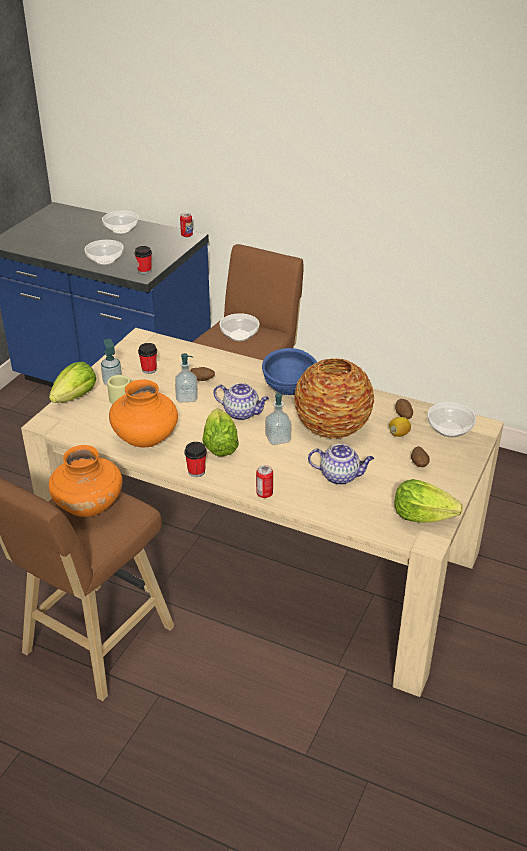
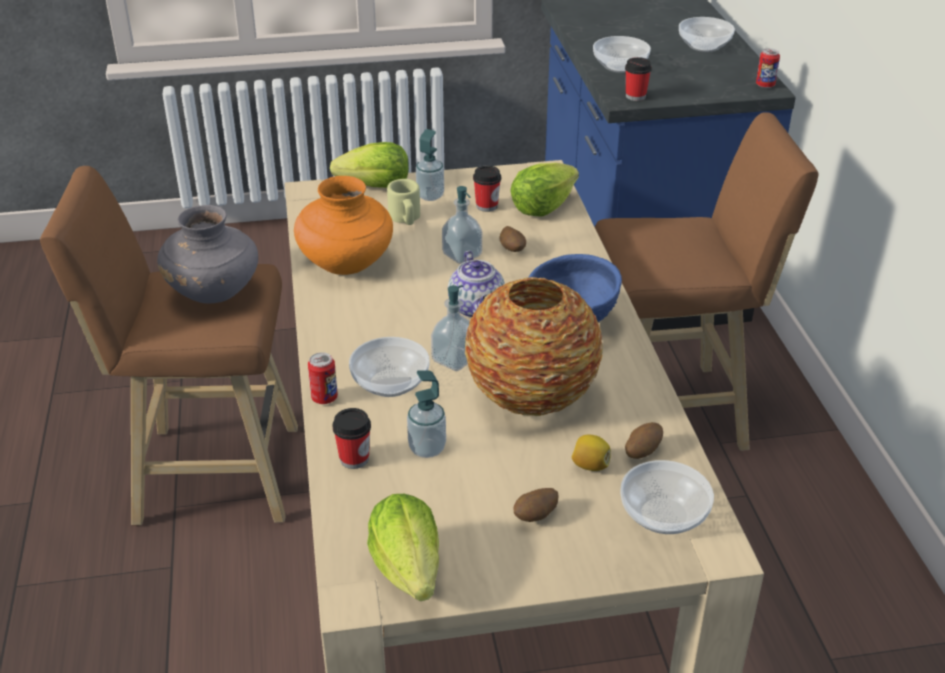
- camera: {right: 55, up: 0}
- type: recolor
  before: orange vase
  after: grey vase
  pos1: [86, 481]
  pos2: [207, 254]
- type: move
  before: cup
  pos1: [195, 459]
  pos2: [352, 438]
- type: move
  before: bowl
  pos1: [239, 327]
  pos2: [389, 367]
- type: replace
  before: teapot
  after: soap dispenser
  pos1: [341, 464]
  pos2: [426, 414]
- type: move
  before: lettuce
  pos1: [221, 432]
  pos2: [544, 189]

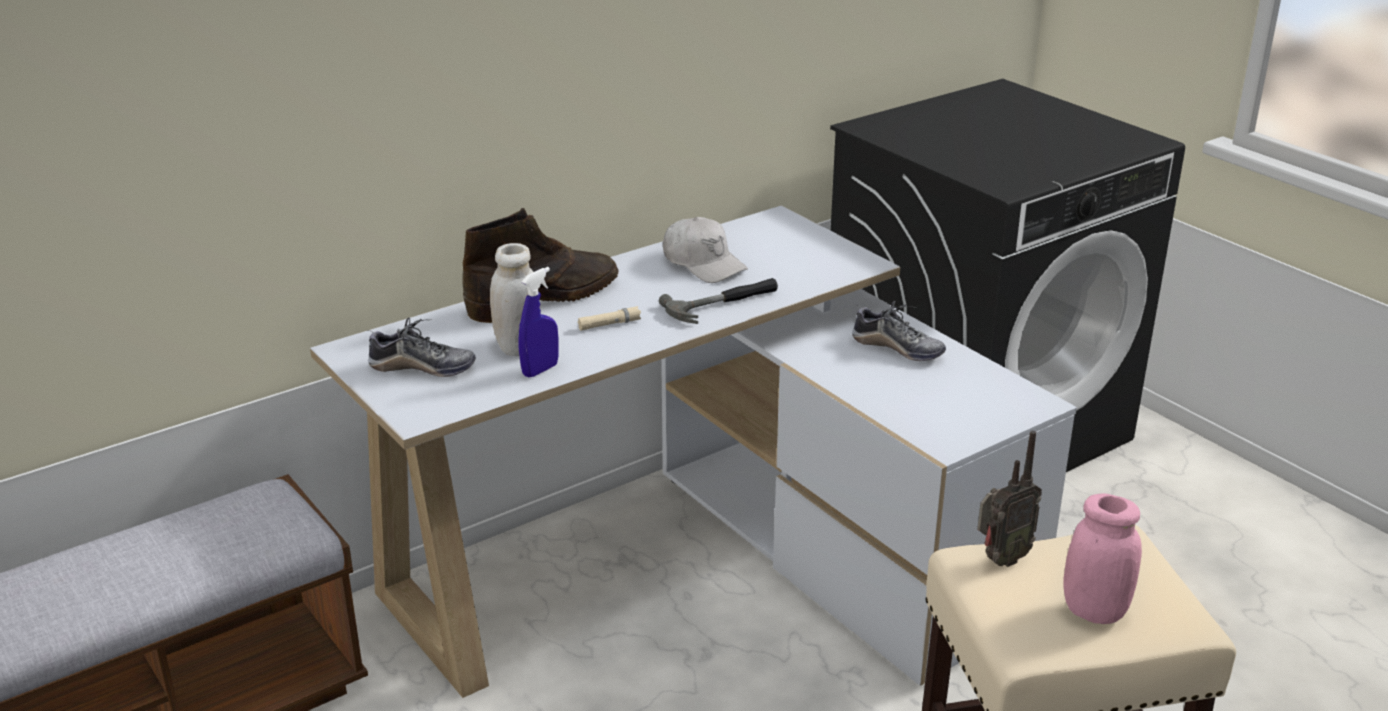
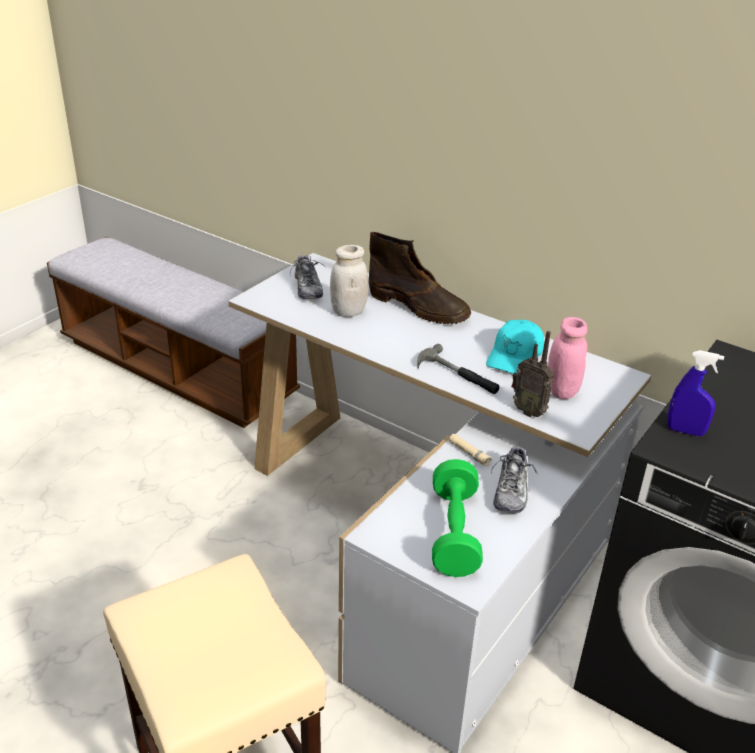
- camera: {right: 70, up: 5}
- type: insert
  after: green dumbbell
  pos2: [457, 518]
- type: move
  before: beige flashlight
  pos1: [609, 318]
  pos2: [470, 450]
- type: recolor
  before: white cap
  after: turquoise cap
  pos1: [705, 250]
  pos2: [515, 347]
- type: move
  before: radio
  pos1: [1009, 499]
  pos2: [532, 374]
- type: move
  before: pink jar
  pos1: [1103, 559]
  pos2: [567, 358]
- type: move
  before: blue spray bottle
  pos1: [539, 322]
  pos2: [696, 393]

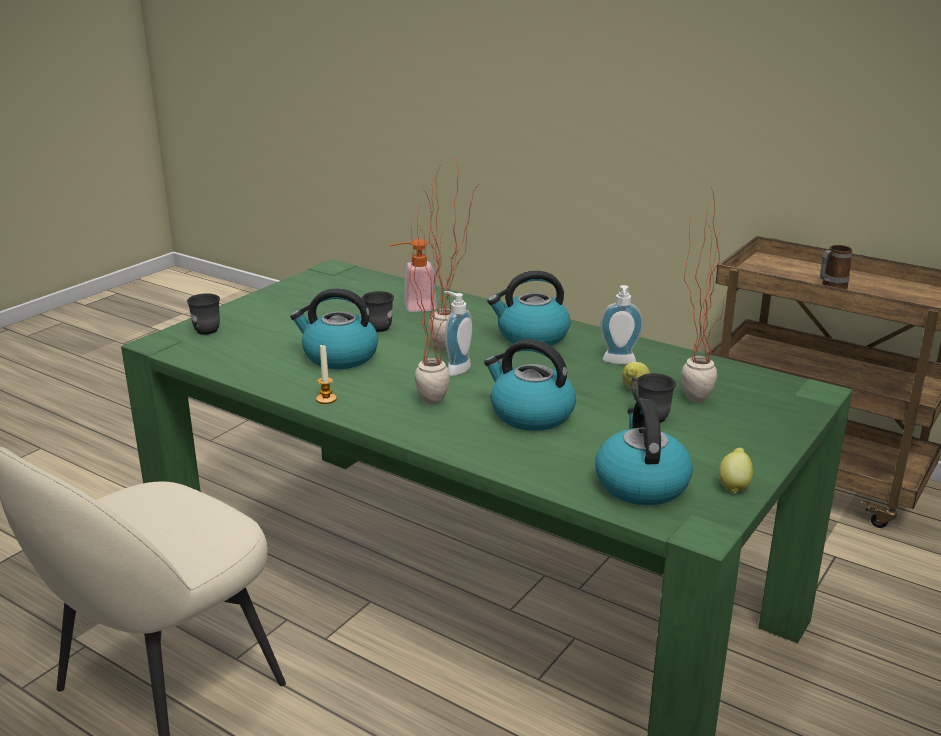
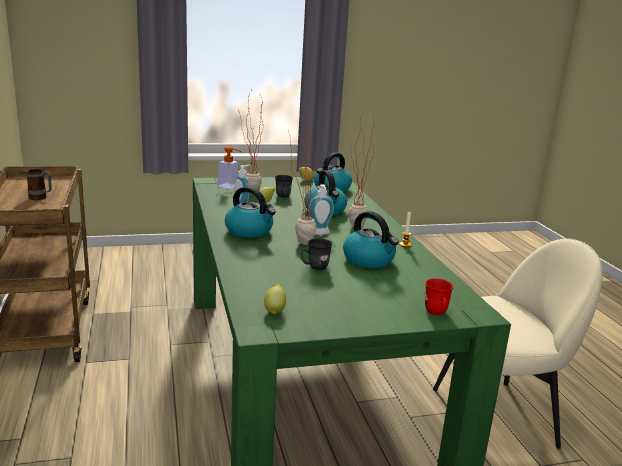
- camera: {right: -140, up: -5}
- type: move
  before: soap dispenser
  pos1: [413, 275]
  pos2: [229, 167]
- type: insert
  after: lemon
  pos2: [275, 299]
- type: recolor
  before: grey mug
  after: red mug
  pos1: [203, 314]
  pos2: [439, 297]

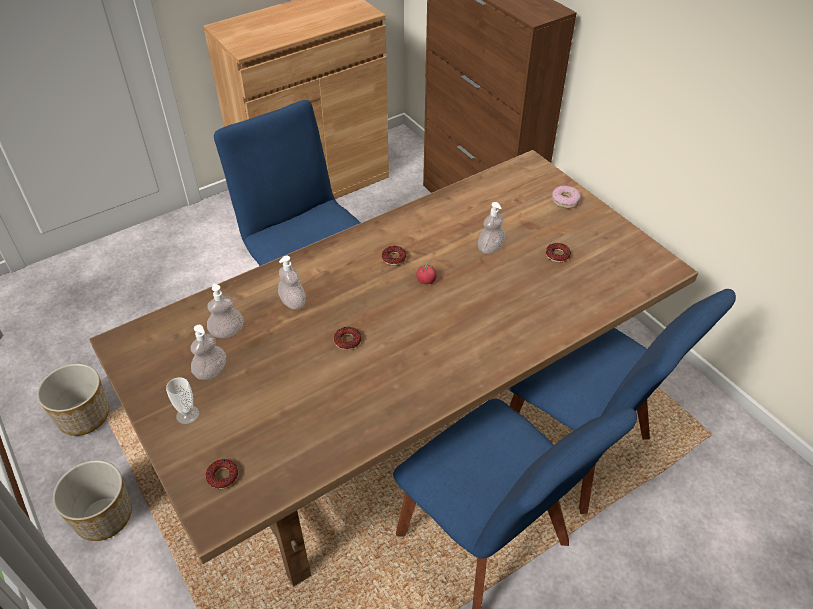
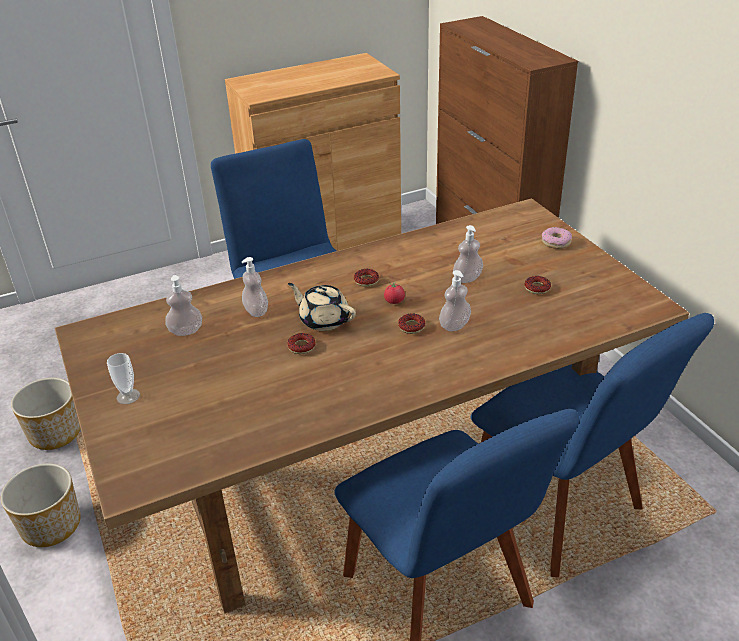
- camera: {right: 10, up: -10}
- type: insert
  after: beige teapot
  pos2: [322, 307]
- type: move
  before: donut
  pos1: [222, 474]
  pos2: [412, 323]
- type: move
  before: soap dispenser
  pos1: [208, 352]
  pos2: [455, 300]

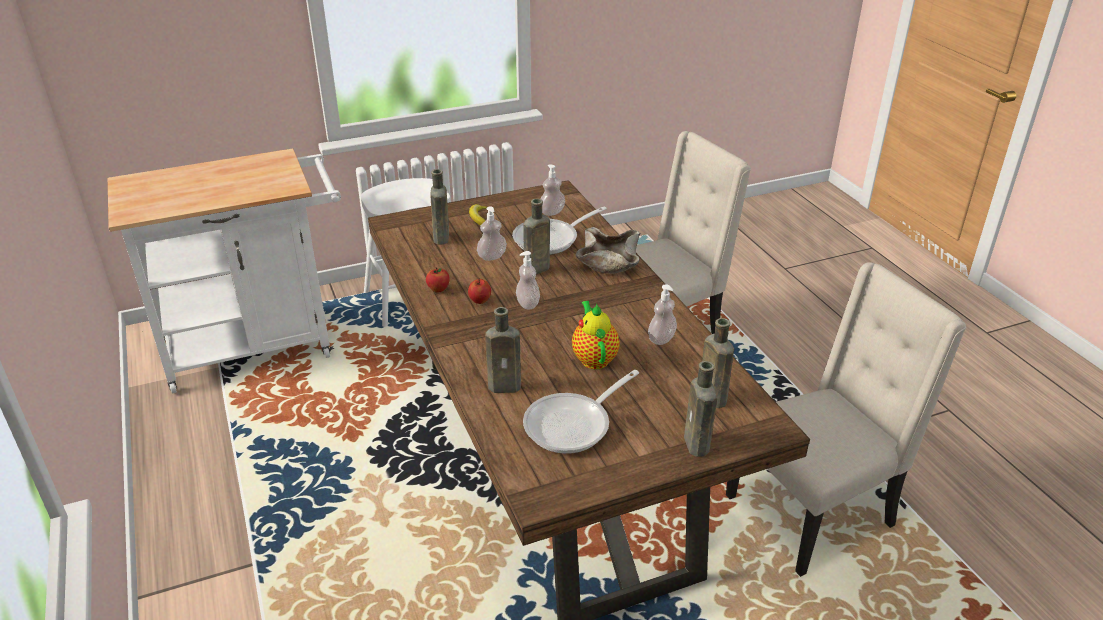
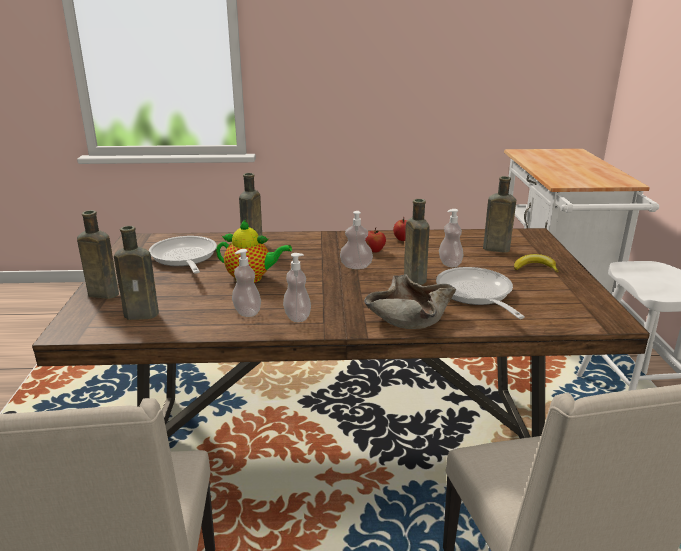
- camera: {right: 110, up: -10}
- type: move
  before: soap dispenser
  pos1: [552, 190]
  pos2: [297, 287]

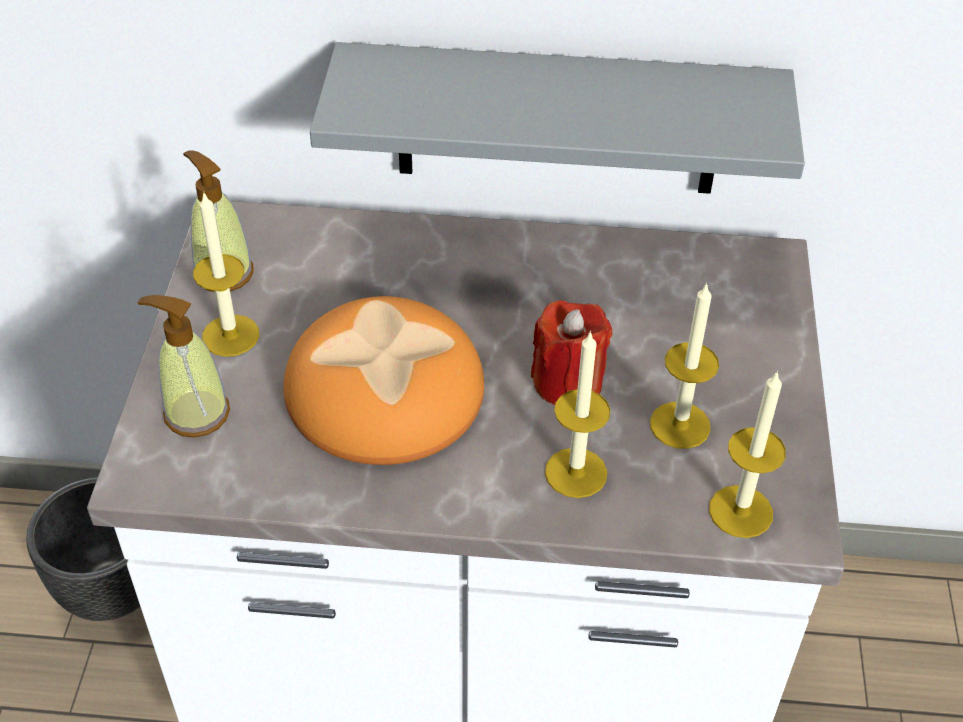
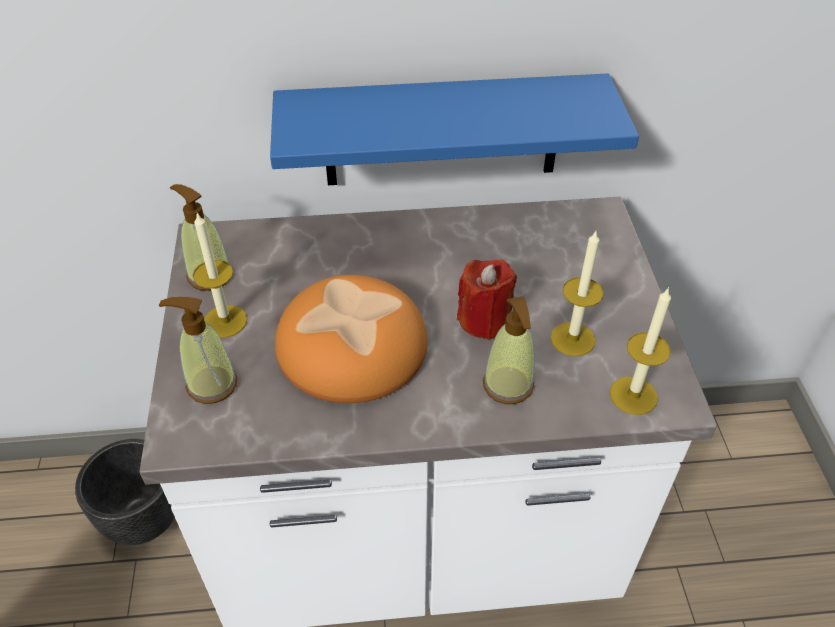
- camera: {right: -10, up: 0}
- type: recolor
  before: grey shelf
  after: blue shelf
  pos1: [557, 118]
  pos2: [454, 129]
- type: replace
  before: candle
  after: soap dispenser
  pos1: [578, 414]
  pos2: [509, 350]

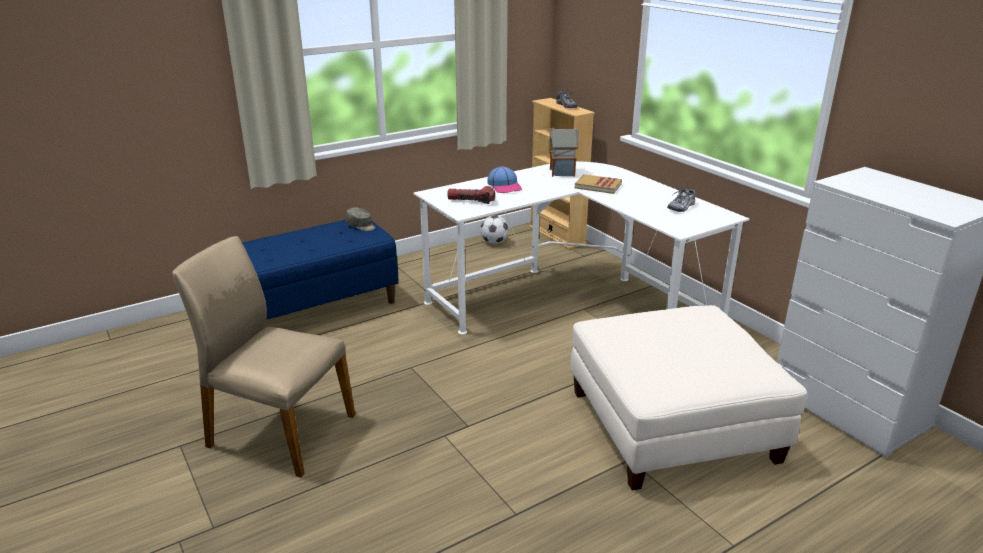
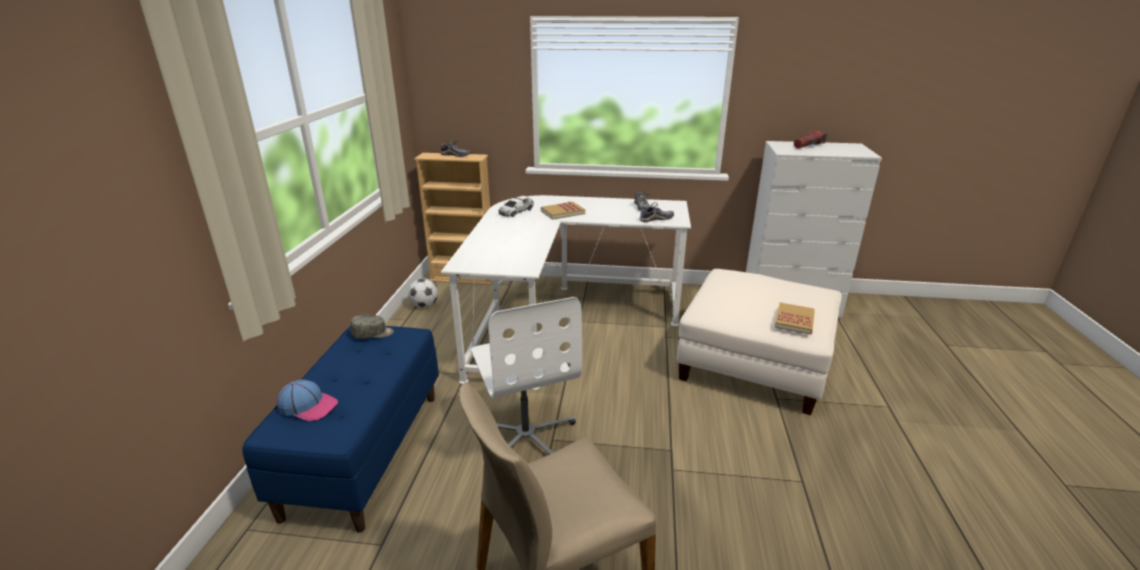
- camera: {right: -50, up: 0}
- type: move
  before: cap
  pos1: [504, 179]
  pos2: [307, 400]
- type: insert
  after: white office chair
  pos2: [526, 375]
- type: replace
  before: toy house
  after: toy car
  pos1: [564, 152]
  pos2: [516, 206]
- type: insert
  after: shoe
  pos2: [657, 212]
- type: insert
  after: book
  pos2: [794, 318]
- type: move
  before: flashlight
  pos1: [471, 195]
  pos2: [810, 140]

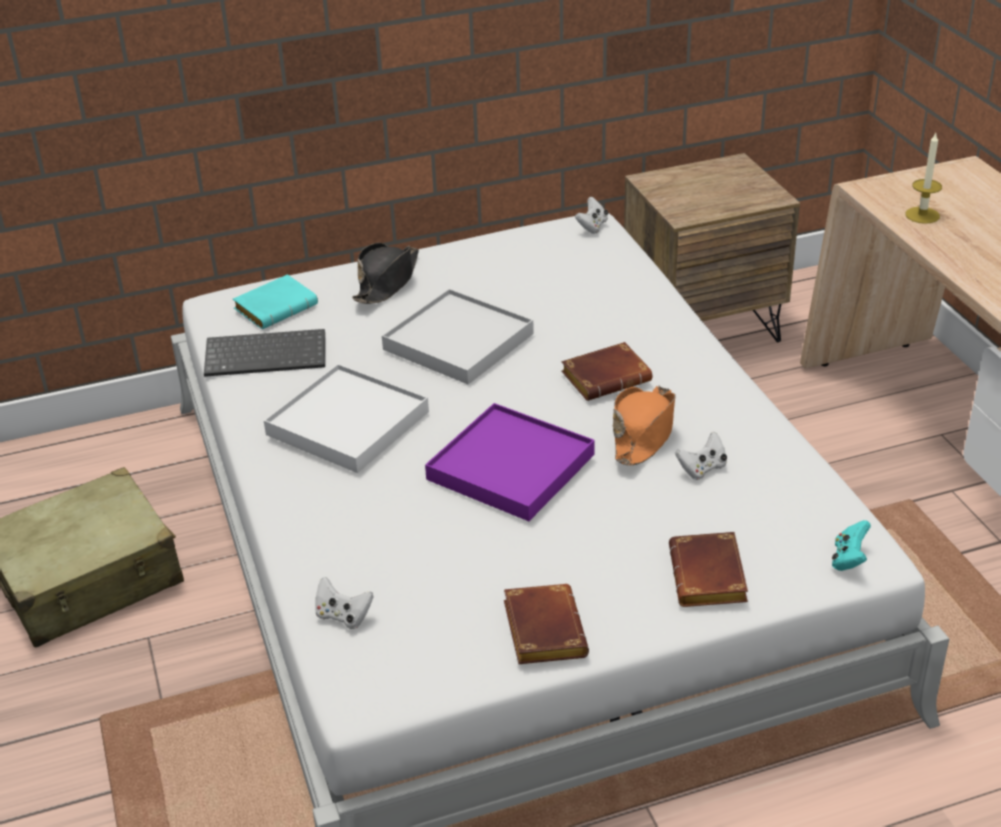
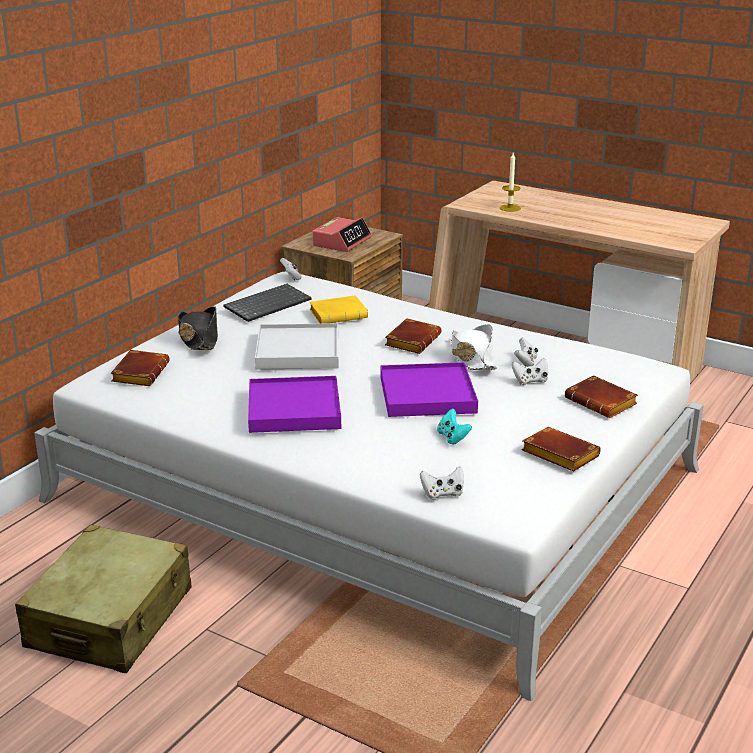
- camera: {right: -40, up: -10}
- type: recolor
  before: turquoise book
  after: brown book
  pos1: [275, 301]
  pos2: [140, 368]
- type: move
  before: keyboard
  pos1: [264, 353]
  pos2: [268, 303]
- type: recolor
  before: white tray
  after: purple tray
  pos1: [346, 418]
  pos2: [294, 404]
- type: insert
  after: yellow book
  pos2: [338, 309]
- type: insert
  after: alarm clock
  pos2: [342, 234]
- type: move
  before: turquoise game controller
  pos1: [851, 545]
  pos2: [454, 427]
- type: recolor
  before: orange hat
  after: white hat
  pos1: [644, 426]
  pos2: [474, 347]
- type: insert
  after: white game controller
  pos2: [530, 371]

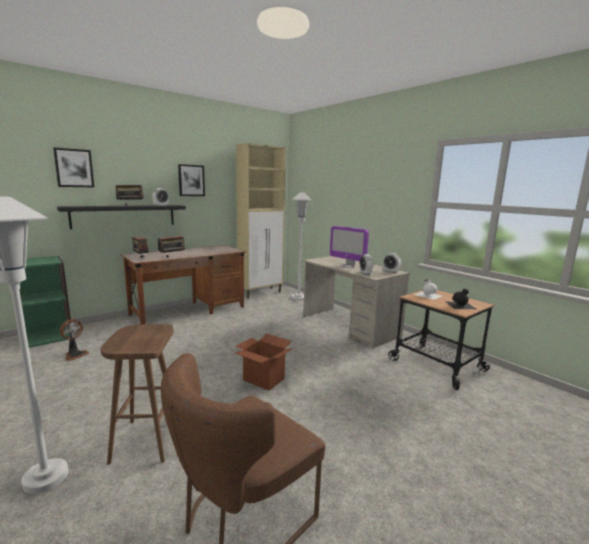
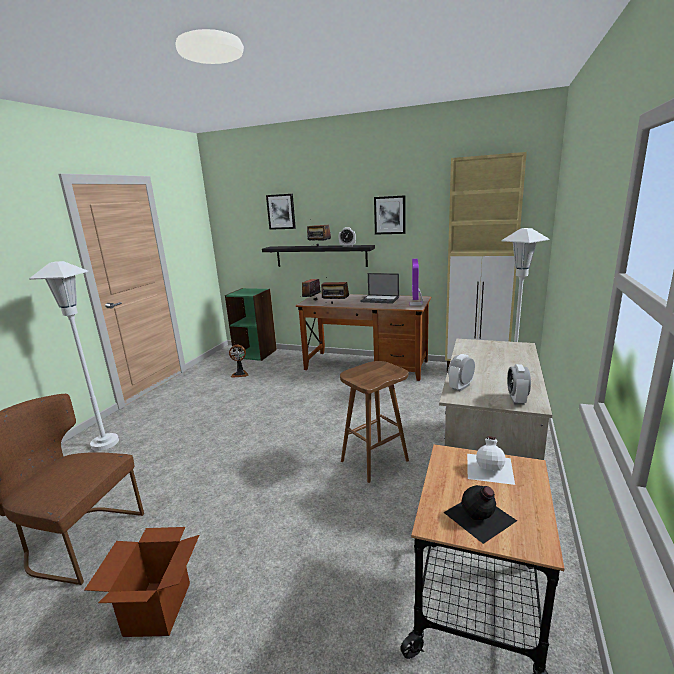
- camera: {right: 60, up: 5}
- type: move
  before: cardboard box
  pos1: [264, 362]
  pos2: [141, 582]
- type: move
  before: brown stool
  pos1: [137, 394]
  pos2: [374, 422]
- type: insert
  after: laptop
  pos2: [380, 288]
- type: move
  before: monitor
  pos1: [349, 247]
  pos2: [416, 282]

